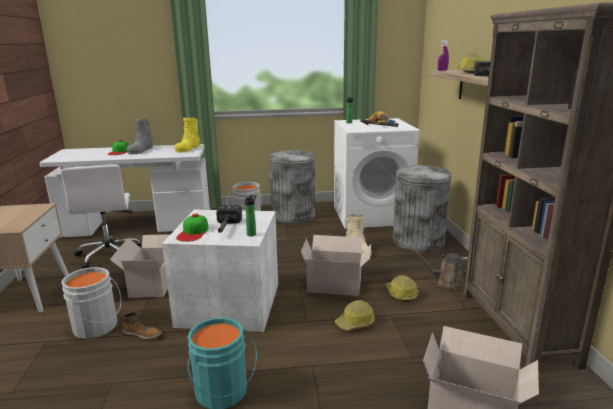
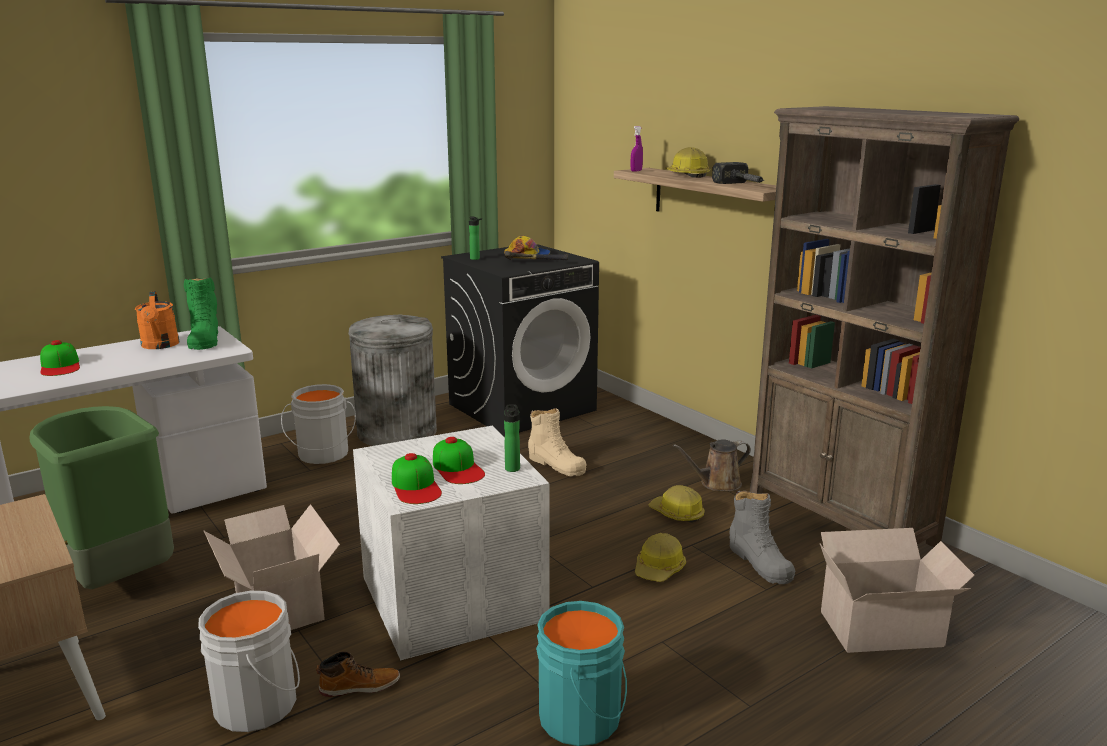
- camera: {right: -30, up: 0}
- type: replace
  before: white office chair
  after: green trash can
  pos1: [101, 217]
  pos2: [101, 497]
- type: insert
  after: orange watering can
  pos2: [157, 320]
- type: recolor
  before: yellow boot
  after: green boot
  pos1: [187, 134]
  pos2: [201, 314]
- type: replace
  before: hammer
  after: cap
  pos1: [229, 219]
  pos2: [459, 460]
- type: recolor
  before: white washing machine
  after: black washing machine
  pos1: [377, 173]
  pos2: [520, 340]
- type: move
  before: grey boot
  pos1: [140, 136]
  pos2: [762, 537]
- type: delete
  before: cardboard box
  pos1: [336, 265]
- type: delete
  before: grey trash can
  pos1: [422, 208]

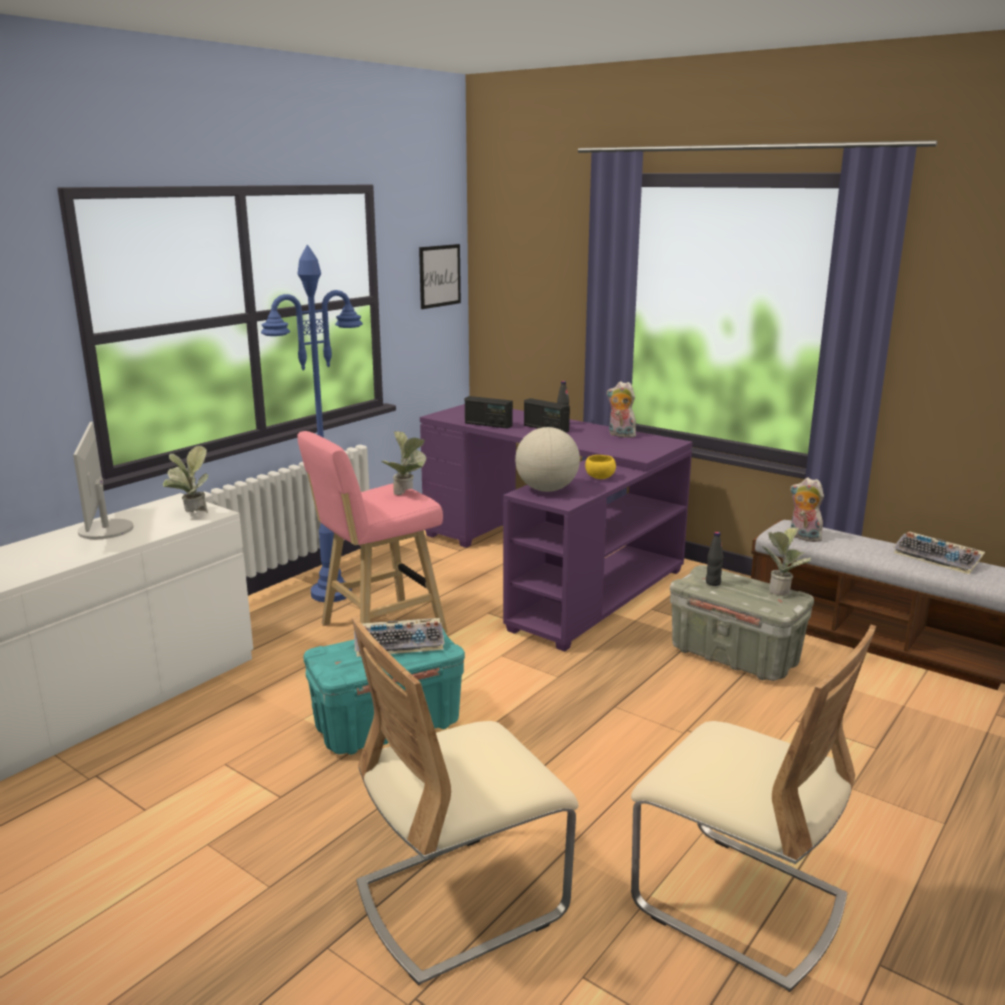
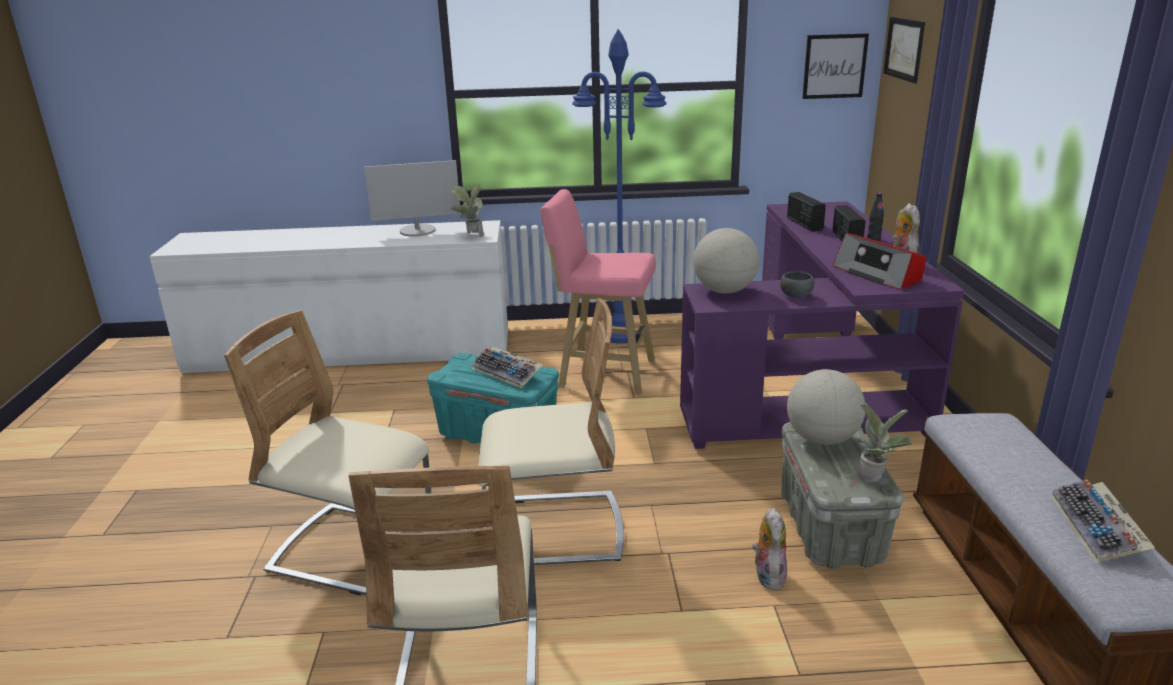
- camera: {right: 50, up: 5}
- type: rotate
  before: monitor
  pos1: [103, 480]
  pos2: [412, 198]
  turn: -135
- type: insert
  after: beige chair
  pos2: [551, 431]
- type: move
  before: plush toy
  pos1: [807, 510]
  pos2: [769, 549]
- type: recolor
  before: yellow bowl
  after: grey bowl
  pos1: [600, 467]
  pos2: [797, 284]
- type: replace
  before: black bottle
  after: globe
  pos1: [714, 559]
  pos2: [826, 407]
- type: insert
  after: radio
  pos2: [879, 261]
- type: insert
  after: picture
  pos2: [904, 50]
- type: delete
  before: potted plant
  pos1: [404, 463]

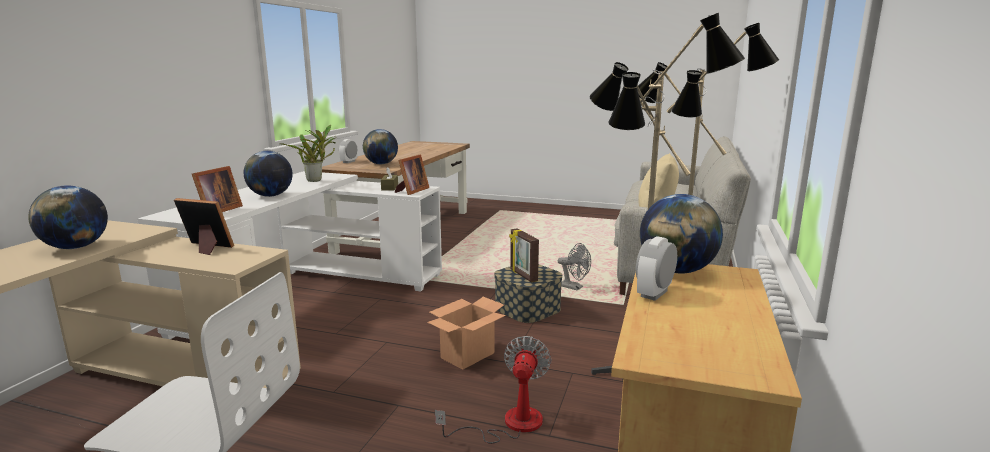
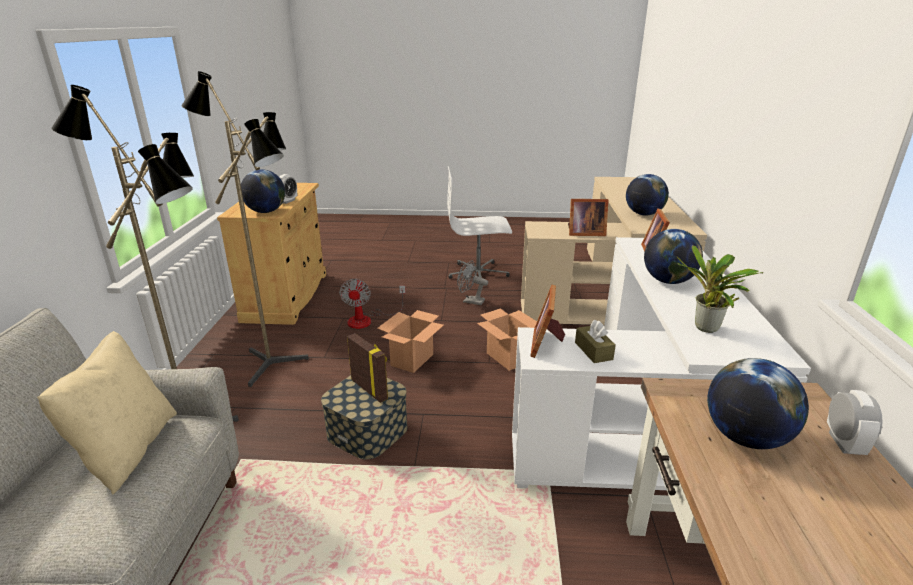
- camera: {right: 165, up: 10}
- type: move
  before: grey fan
  pos1: [574, 266]
  pos2: [472, 282]
- type: insert
  after: cardboard box
  pos2: [507, 339]

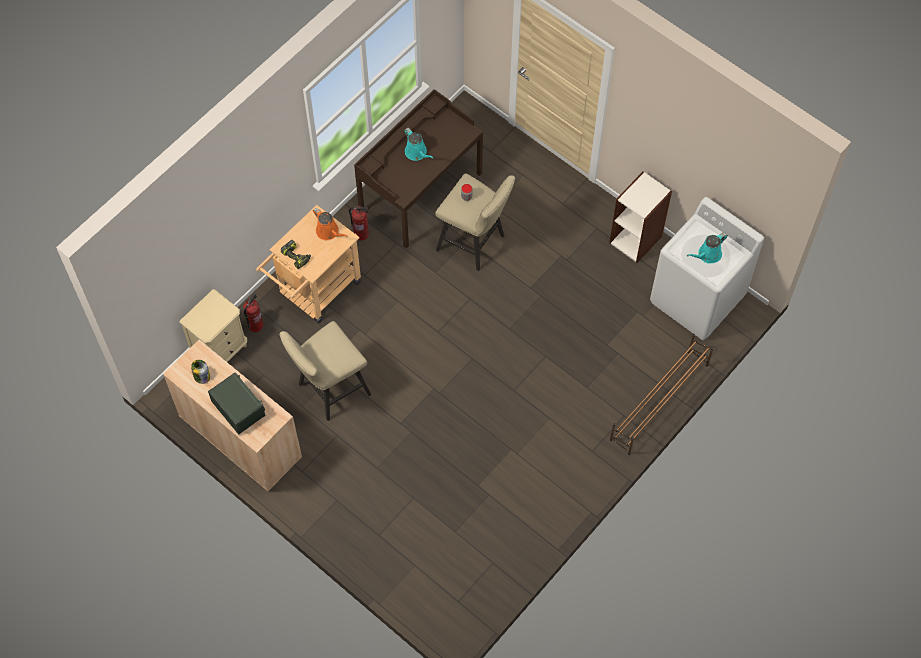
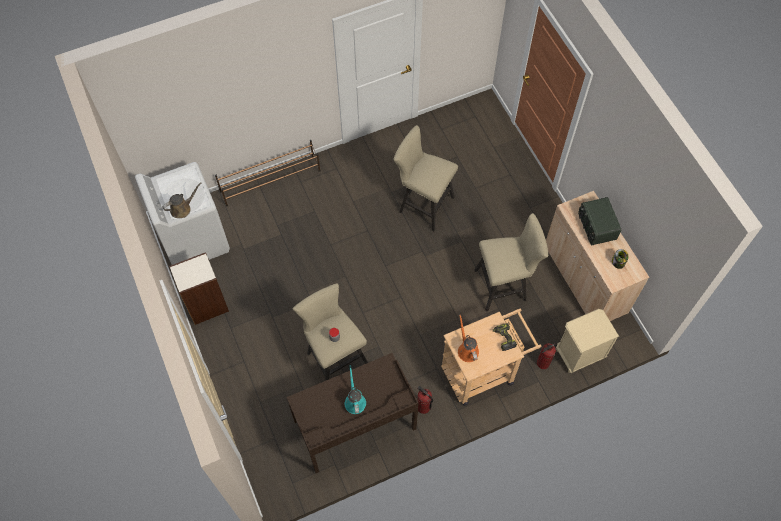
- camera: {right: -155, up: 0}
- type: insert
  after: brown watering can
  pos2: [182, 200]
- type: insert
  after: beige stool
  pos2: [426, 178]
- type: delete
  before: turquoise watering can
  pos1: [707, 248]

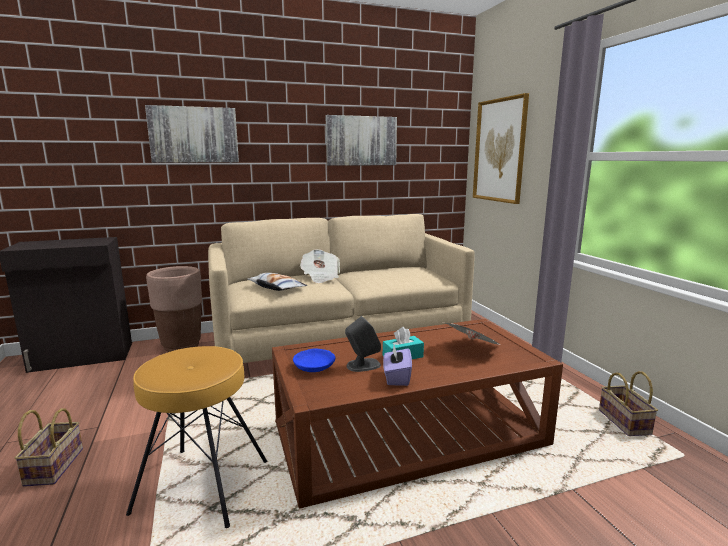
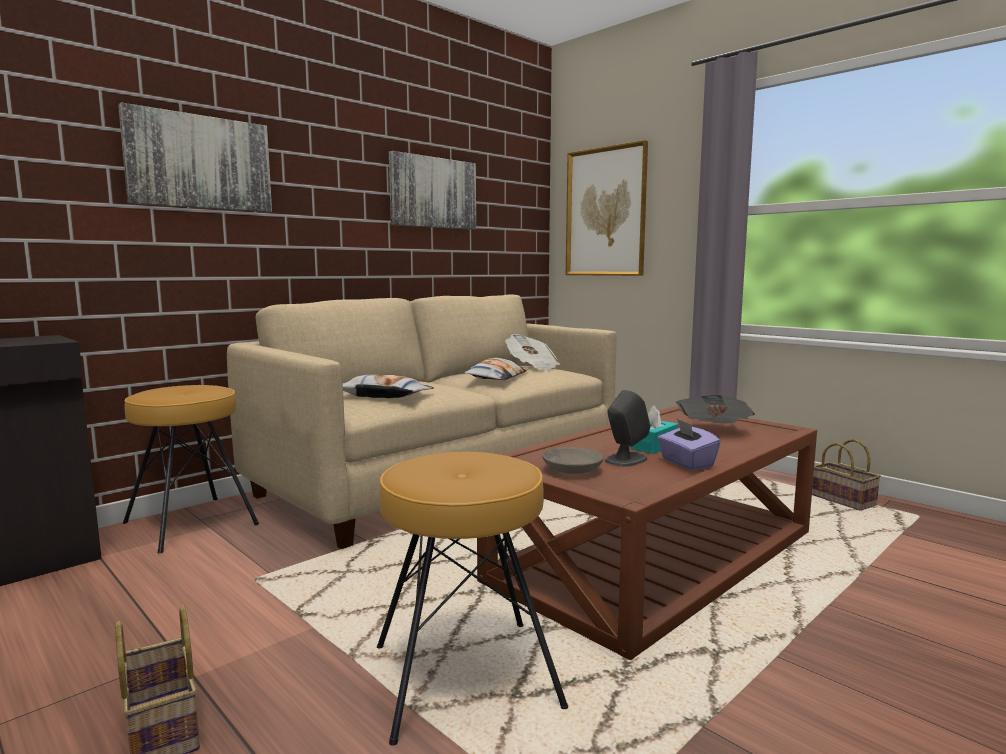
- camera: {right: -25, up: -5}
- type: replace
  before: brown planter
  after: brown stool
  pos1: [174, 309]
  pos2: [191, 469]
- type: insert
  after: pillow
  pos2: [496, 369]
- type: move
  before: newspaper
  pos1: [320, 266]
  pos2: [532, 352]
- type: recolor
  before: blue bowl
  after: grey bowl
  pos1: [314, 360]
  pos2: [573, 460]

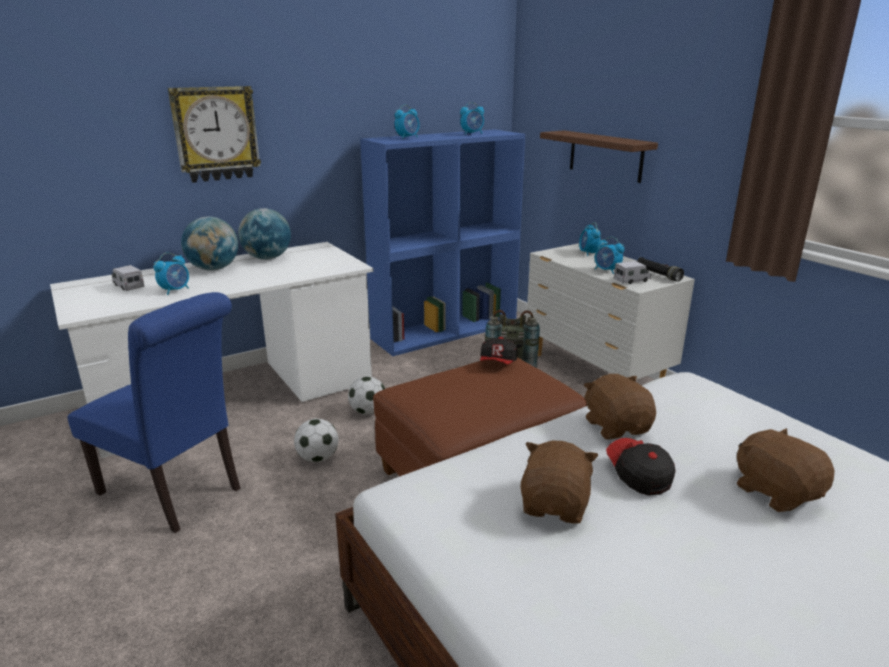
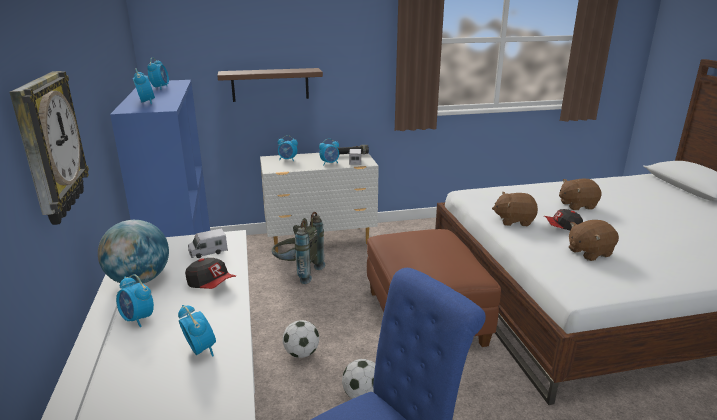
- camera: {right: -70, up: 0}
- type: replace
  before: globe
  after: alarm clock
  pos1: [209, 244]
  pos2: [135, 300]
- type: move
  before: cap
  pos1: [498, 350]
  pos2: [210, 273]
- type: move
  before: toy truck
  pos1: [128, 278]
  pos2: [208, 243]
- type: rotate
  before: brown plush toy
  pos1: [559, 482]
  pos2: [594, 240]
  turn: -60

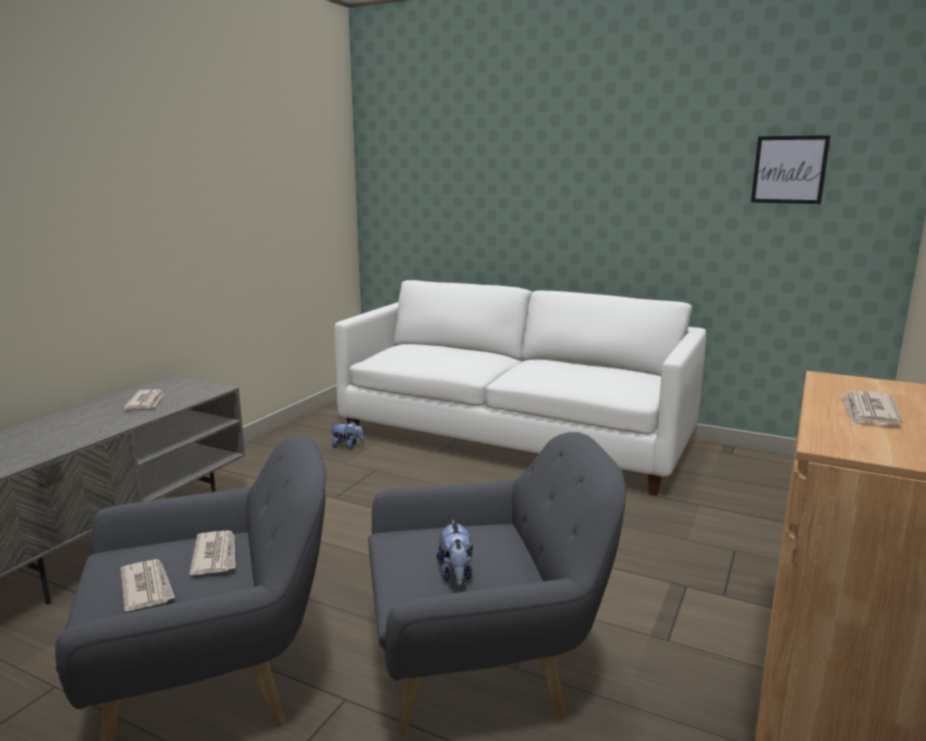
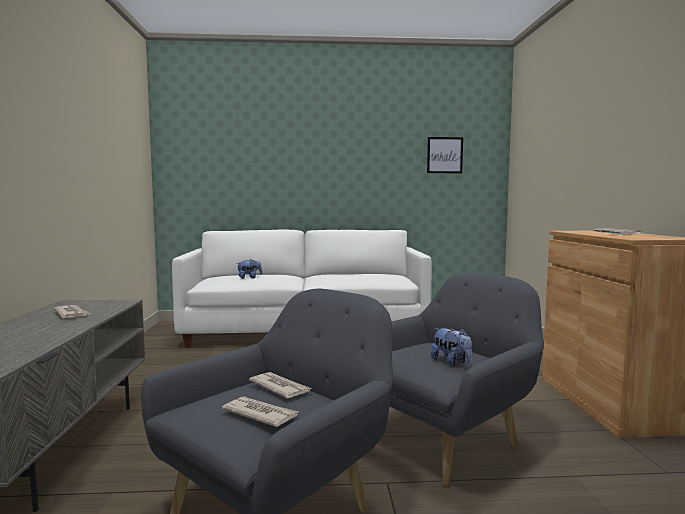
- camera: {right: -30, up: -10}
- type: move
  before: plush toy
  pos1: [347, 435]
  pos2: [250, 269]

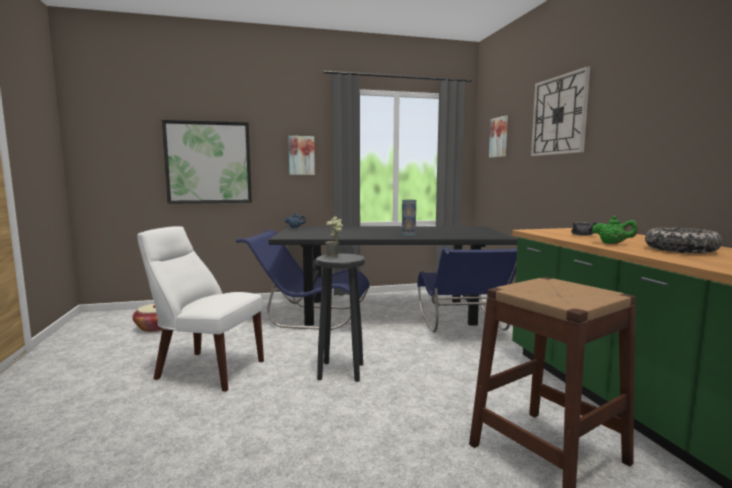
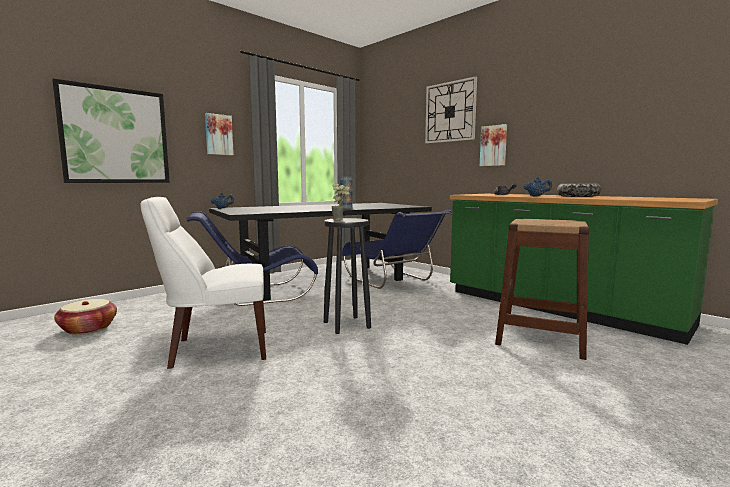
- camera: {right: -30, up: 0}
- type: move
  before: picture
  pos1: [498, 137]
  pos2: [493, 145]
- type: recolor
  before: green teapot
  after: blue teapot
  pos1: [615, 230]
  pos2: [537, 186]

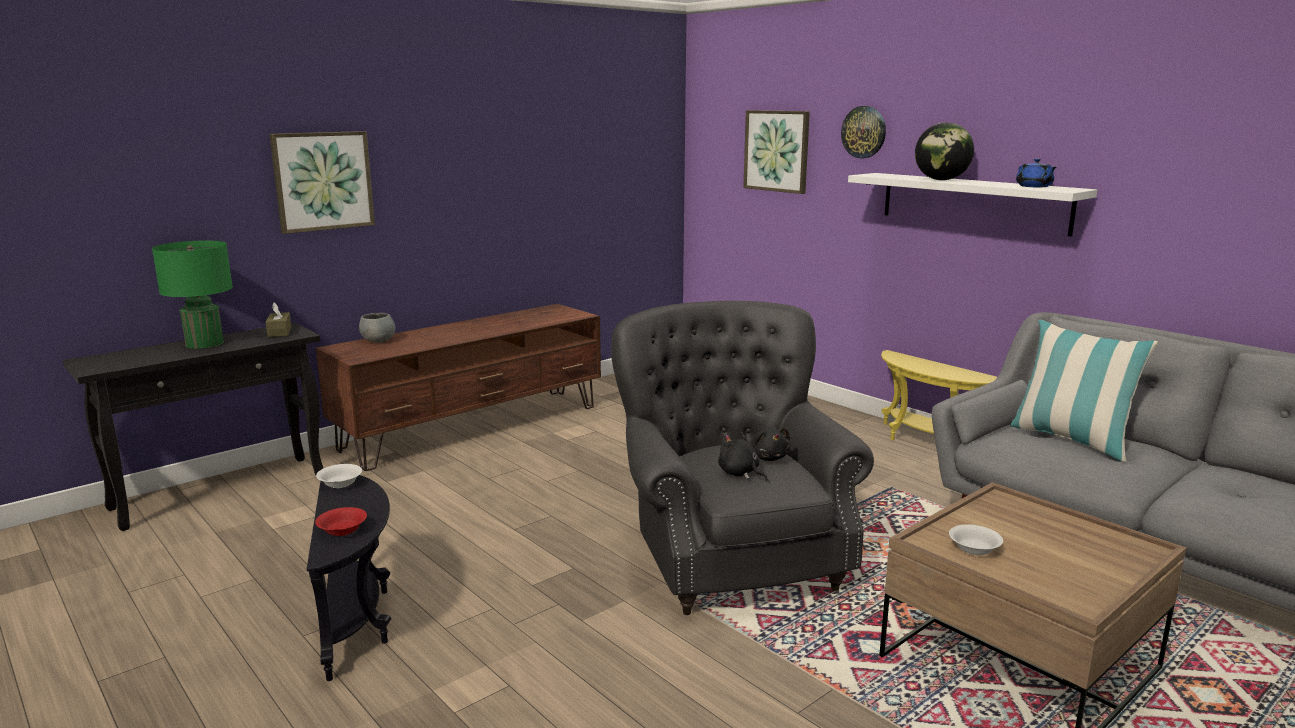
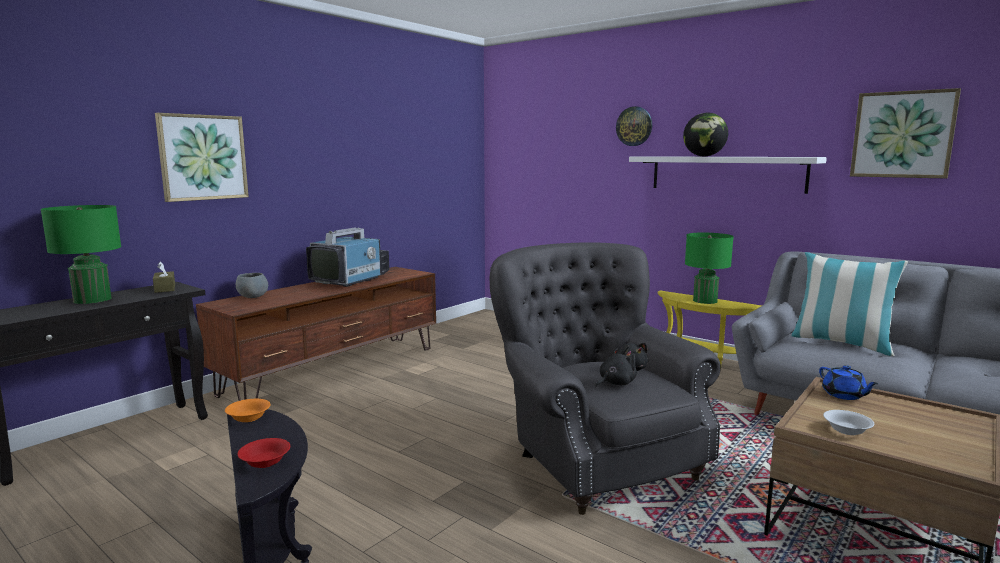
- camera: {right: -10, up: -5}
- type: recolor
  before: white bowl
  after: orange bowl
  pos1: [339, 476]
  pos2: [248, 410]
- type: insert
  after: television
  pos2: [347, 257]
- type: rotate
  before: black plush toy
  pos1: [743, 456]
  pos2: [616, 368]
  turn: 105
- type: insert
  after: green table lamp
  pos2: [709, 268]
- type: move
  before: blue teapot
  pos1: [1036, 173]
  pos2: [848, 382]
- type: move
  before: picture
  pos1: [776, 152]
  pos2: [905, 133]

